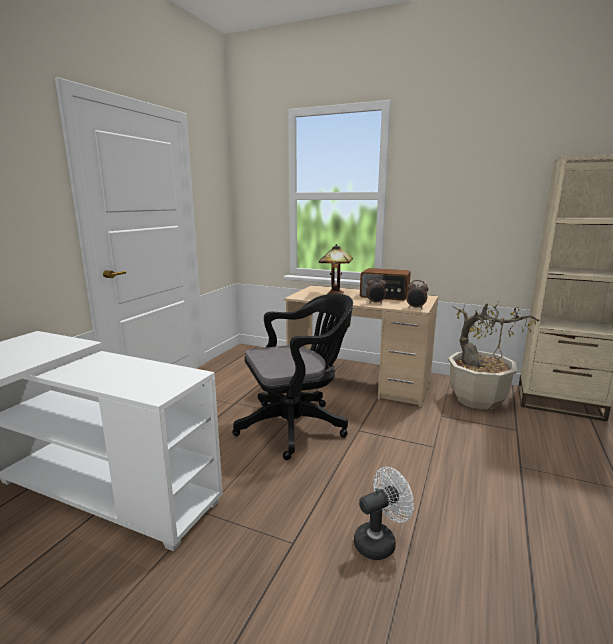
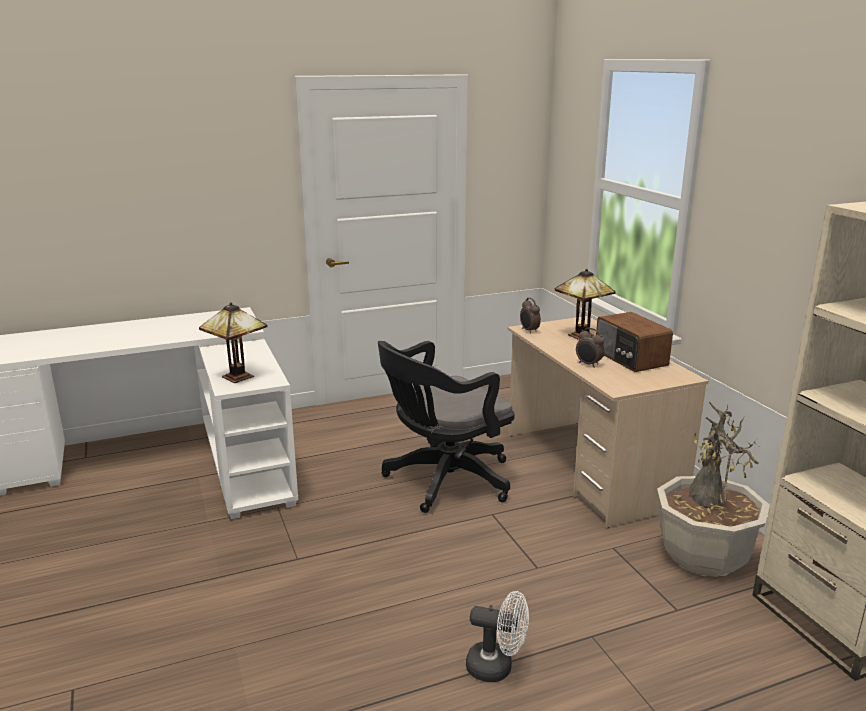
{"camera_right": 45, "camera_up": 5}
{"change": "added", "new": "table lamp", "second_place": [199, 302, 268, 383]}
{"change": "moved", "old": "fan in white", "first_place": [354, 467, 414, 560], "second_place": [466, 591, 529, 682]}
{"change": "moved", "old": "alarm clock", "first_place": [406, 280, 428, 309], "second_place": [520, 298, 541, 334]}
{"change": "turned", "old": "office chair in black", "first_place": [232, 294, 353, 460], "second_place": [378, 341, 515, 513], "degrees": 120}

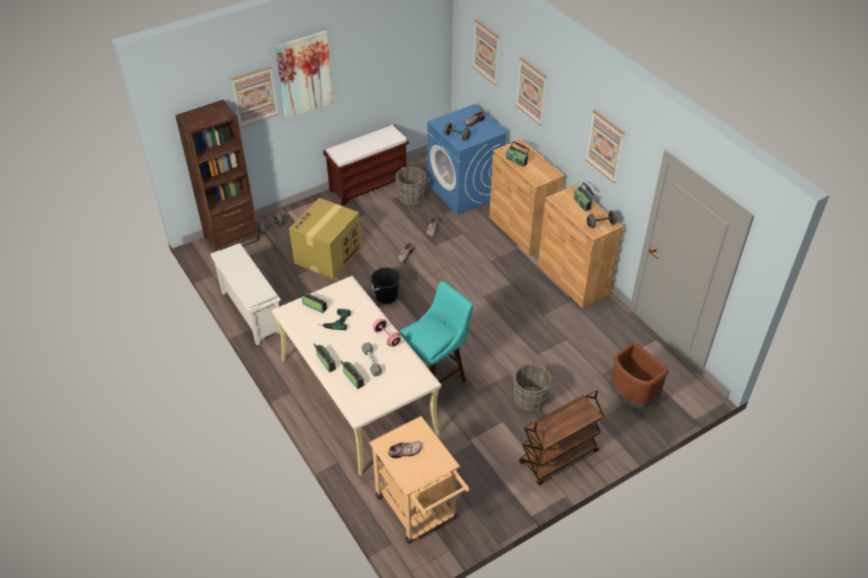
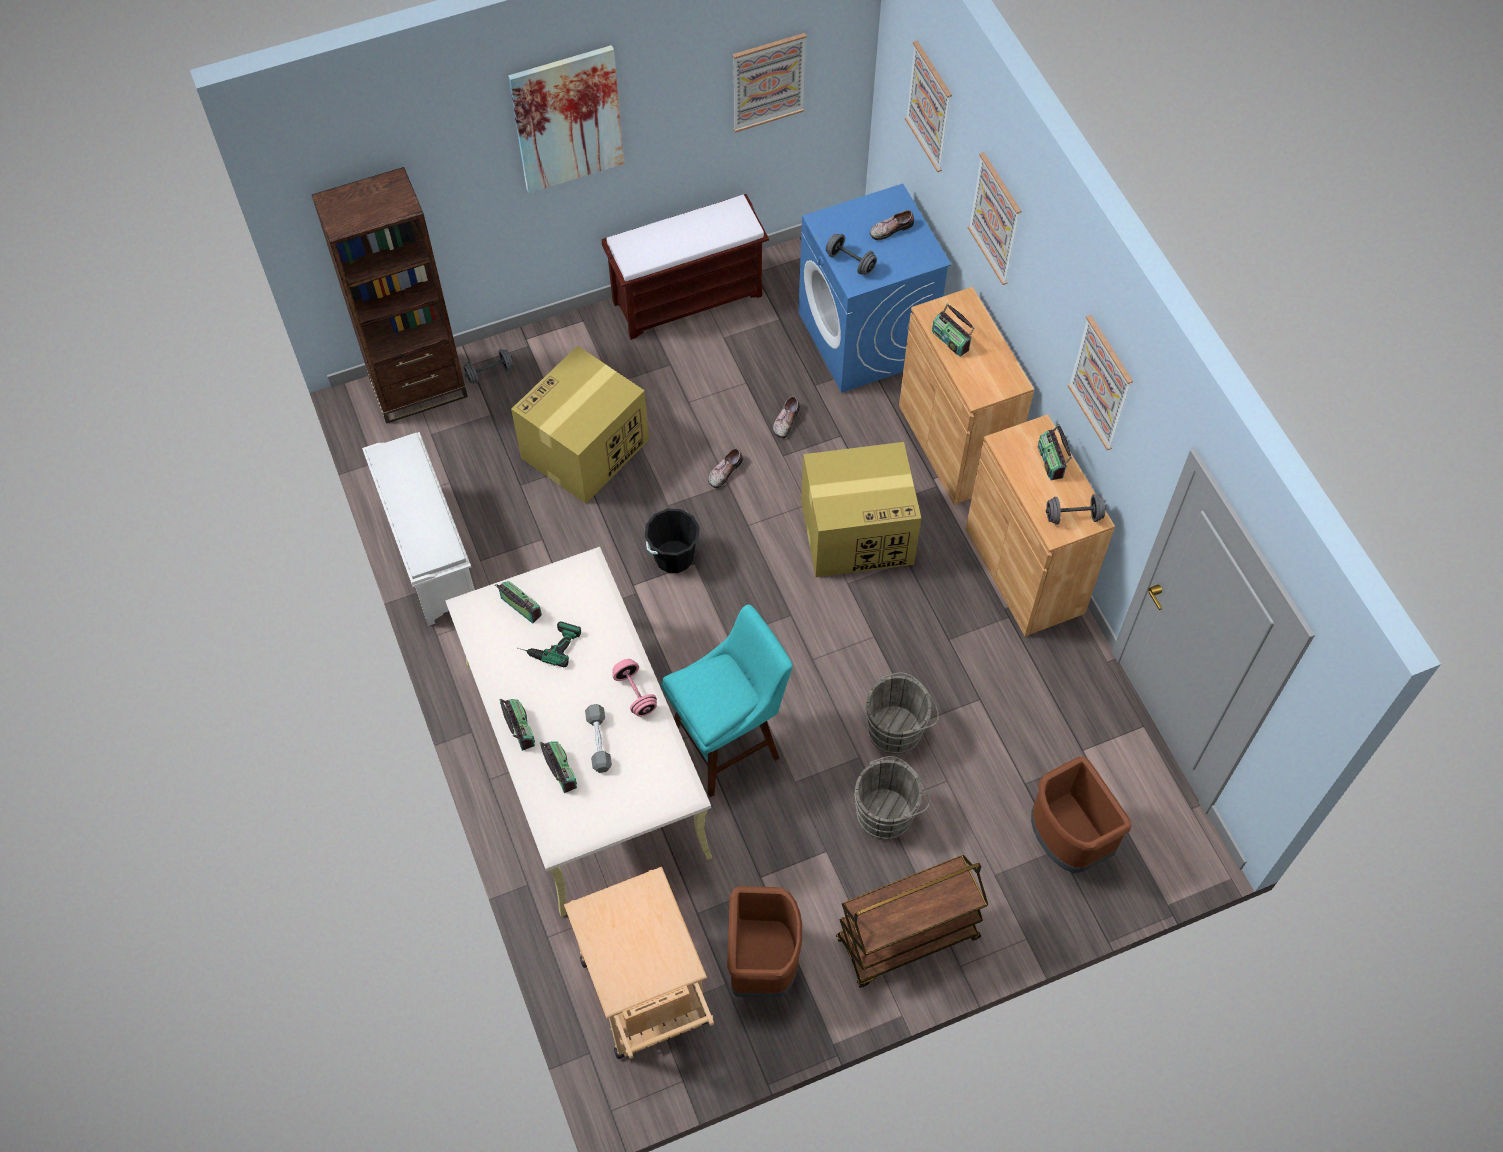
{"camera_right": 10, "camera_up": 15}
{"change": "removed", "old": "shoe", "first_place": [388, 441, 422, 458]}
{"change": "added", "new": "trash can in brown", "second_place": [727, 886, 802, 998]}
{"change": "added", "new": "cardboard box", "second_place": [801, 442, 921, 577]}
{"change": "moved", "old": "picture", "first_place": [231, 66, 278, 127], "second_place": [733, 33, 806, 133]}
{"change": "moved", "old": "bucket in grey", "first_place": [396, 167, 430, 205], "second_place": [866, 672, 939, 754]}

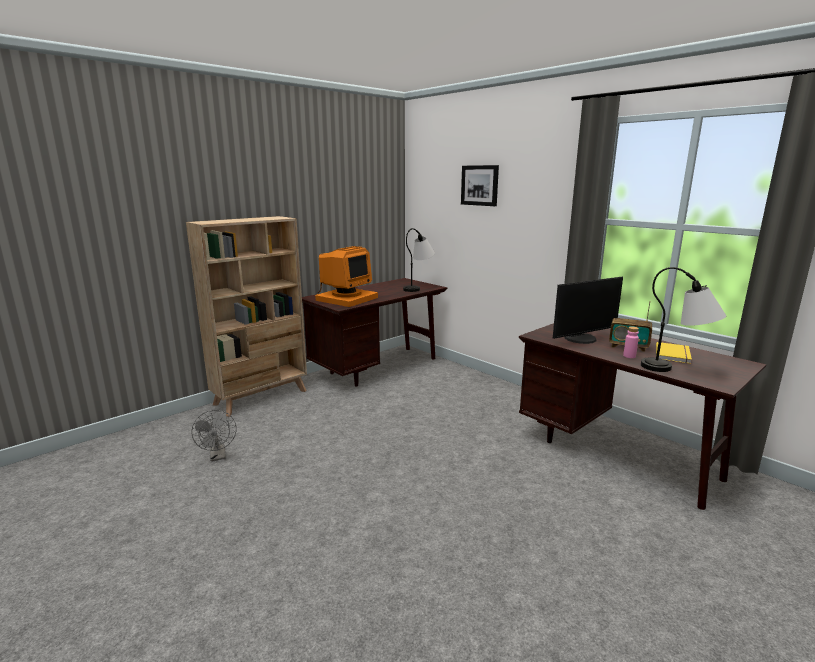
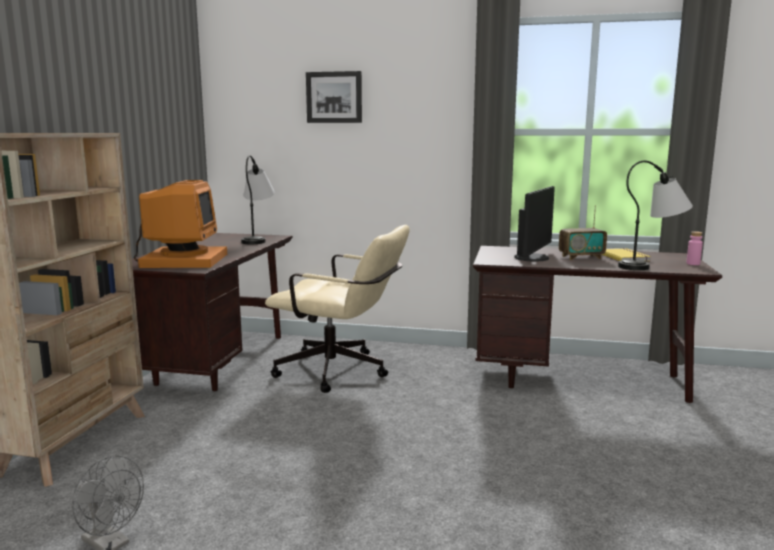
{"camera_right": -35, "camera_up": -5}
{"change": "added", "new": "office chair in beige", "second_place": [265, 225, 410, 393]}
{"change": "moved", "old": "bottle in pink", "first_place": [623, 326, 639, 358], "second_place": [686, 231, 703, 265]}

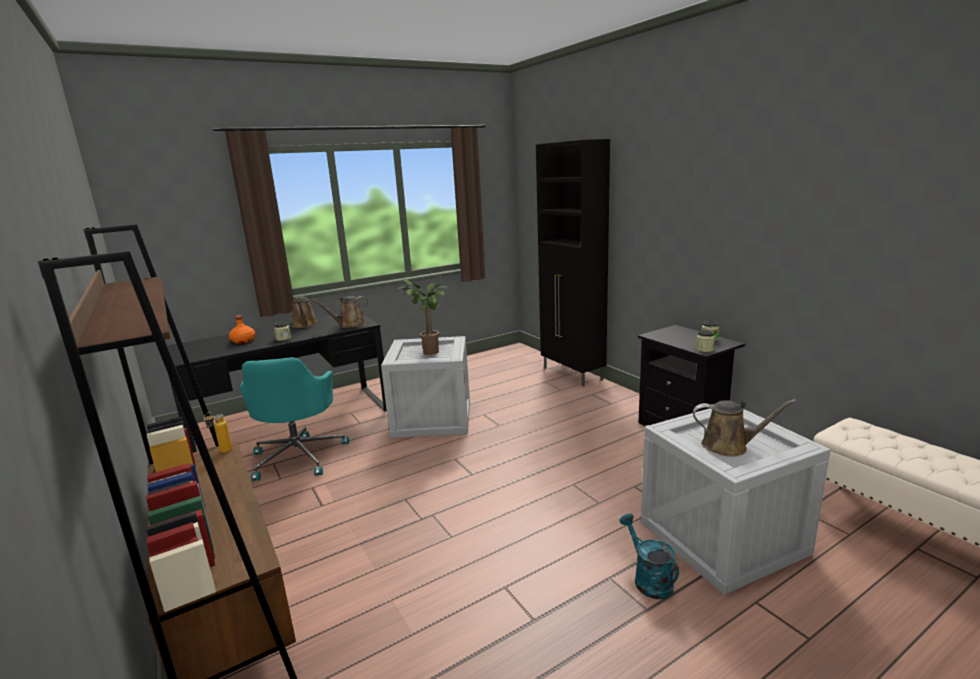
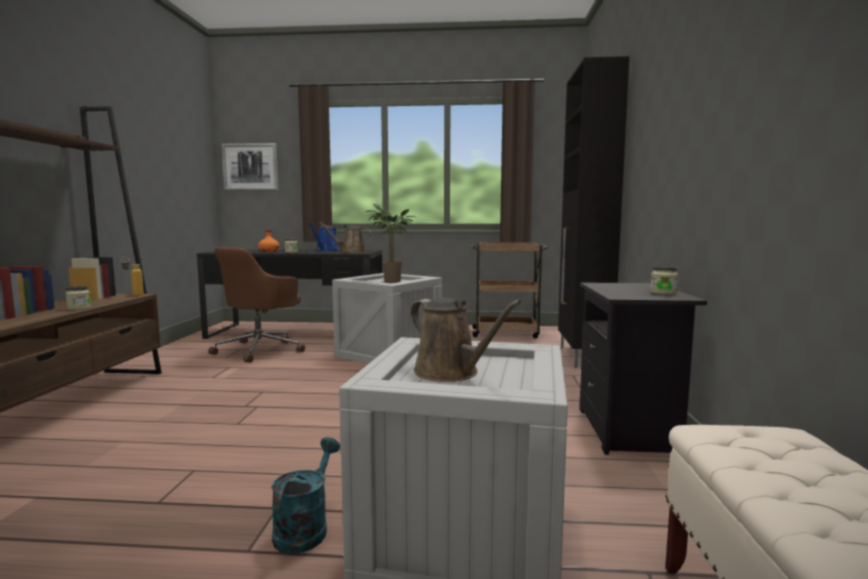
{"camera_right": 35, "camera_up": -10}
{"change": "added", "new": "picture", "second_place": [221, 143, 279, 191]}
{"change": "added", "new": "cart in brown", "second_place": [470, 243, 548, 339]}
{"change": "moved", "old": "jar", "first_place": [696, 330, 715, 352], "second_place": [65, 286, 91, 310]}
{"change": "recoloured", "old": "office chair in turquoise", "new": "office chair in brown", "first_place": [240, 357, 349, 481], "second_place": [208, 247, 305, 363]}
{"change": "recoloured", "old": "watering can in brown", "new": "watering can in blue", "first_place": [292, 296, 318, 328], "second_place": [308, 222, 338, 251]}

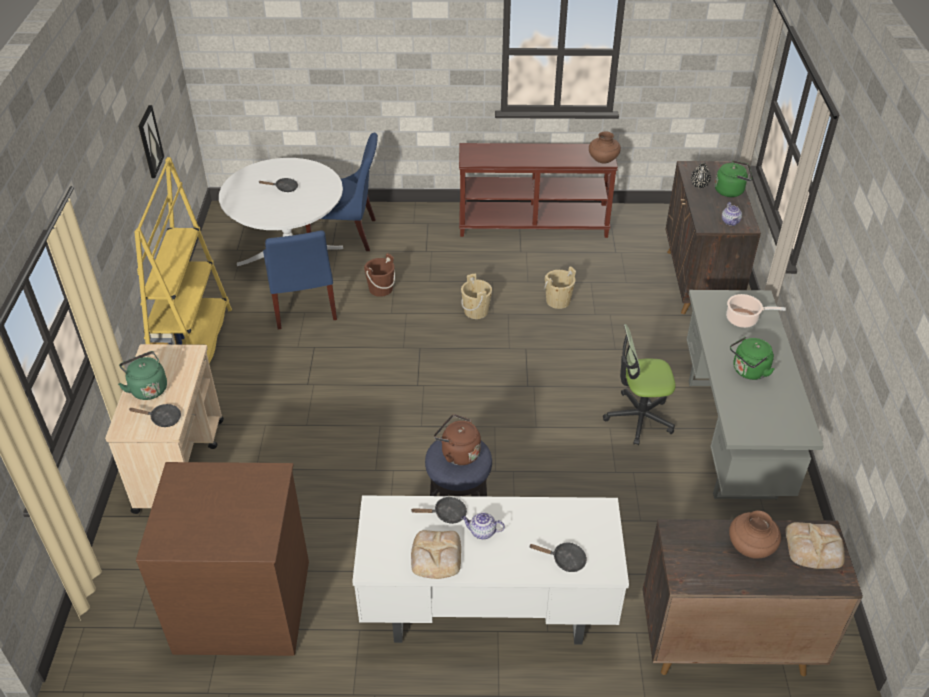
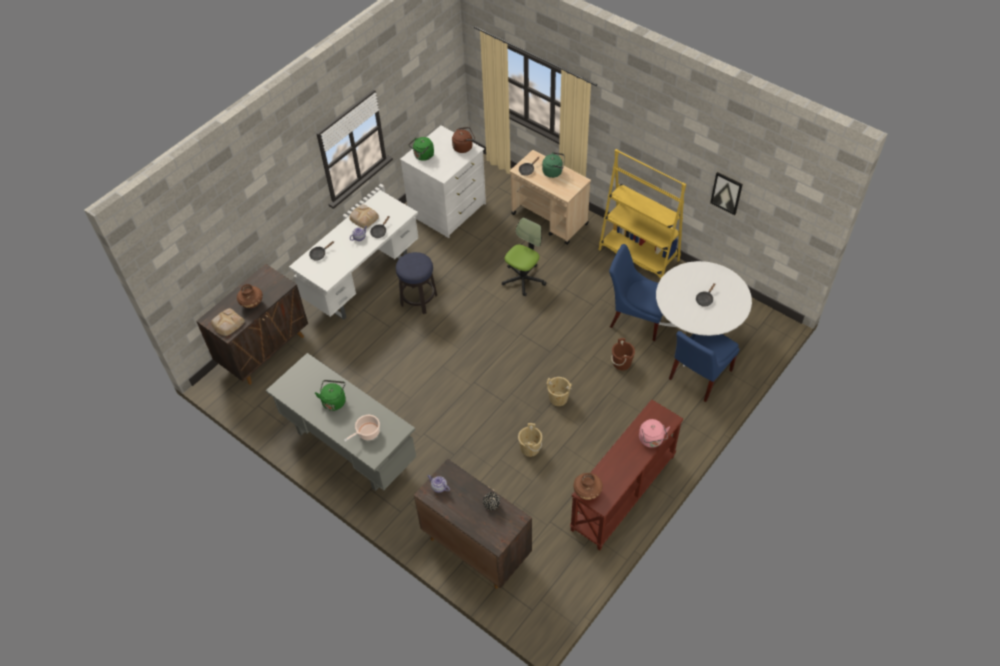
{"camera_right": 130, "camera_up": 10}
{"change": "added", "new": "kettle in pink", "second_place": [639, 419, 670, 448]}
{"change": "moved", "old": "kettle in brown", "first_place": [434, 414, 481, 465], "second_place": [452, 127, 475, 153]}
{"change": "moved", "old": "office chair", "first_place": [603, 324, 676, 445], "second_place": [502, 218, 546, 296]}
{"change": "moved", "old": "kettle in green", "first_place": [715, 160, 752, 197], "second_place": [409, 137, 434, 161]}
{"change": "recoloured", "old": "dresser in brown", "new": "dresser in white", "first_place": [136, 462, 309, 656], "second_place": [400, 125, 486, 238]}

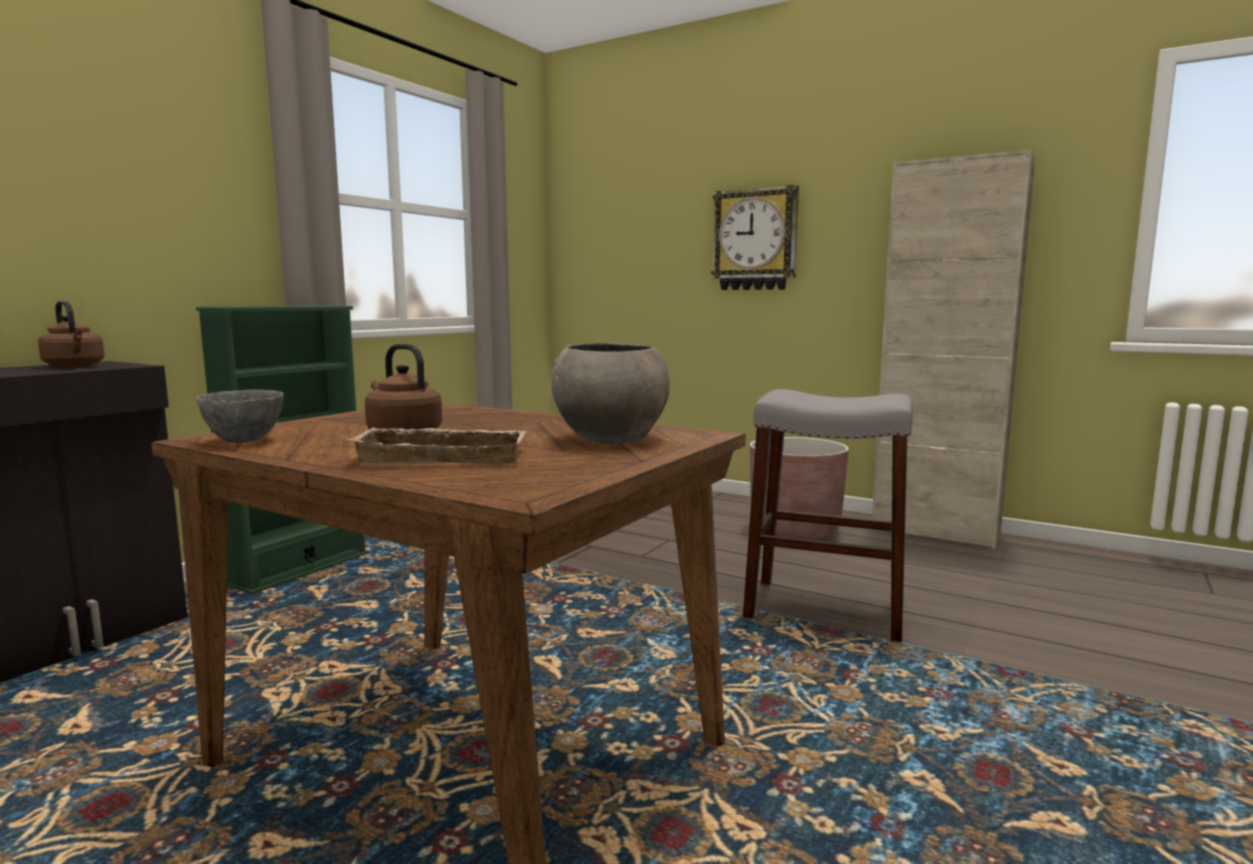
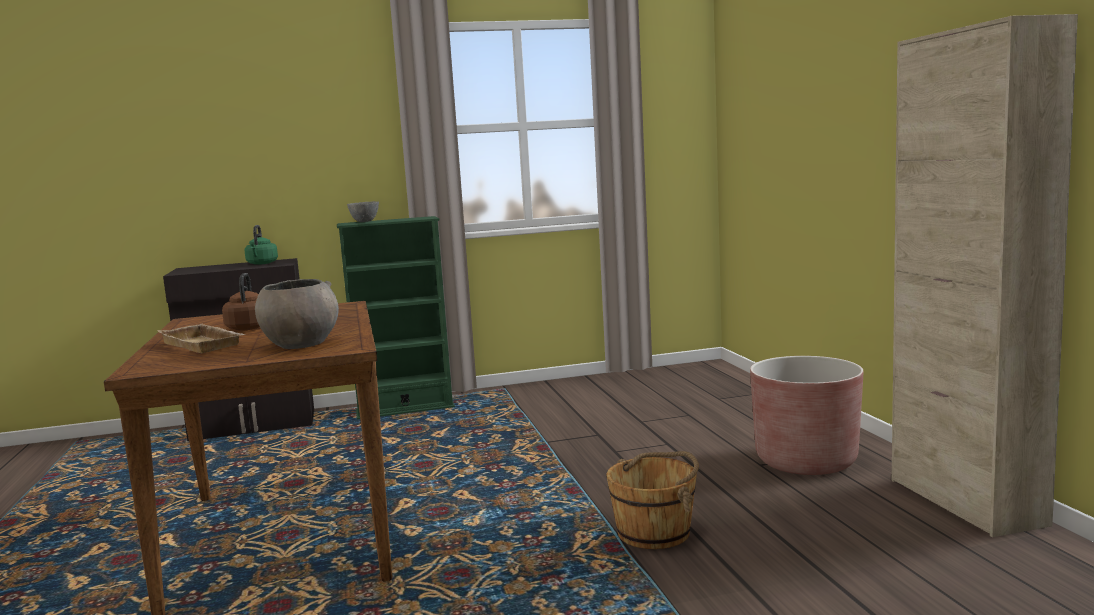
{"camera_right": 45, "camera_up": 0}
{"change": "removed", "old": "wall clock", "first_place": [711, 185, 799, 290]}
{"change": "moved", "old": "bowl in grey", "first_place": [196, 390, 284, 443], "second_place": [347, 201, 379, 222]}
{"change": "replaced", "old": "stool in grey", "new": "bucket in brown", "first_place": [743, 389, 913, 642], "second_place": [607, 451, 699, 549]}
{"change": "recoloured", "old": "kettle in brown", "new": "kettle in green", "first_place": [38, 300, 105, 367], "second_place": [244, 225, 278, 265]}

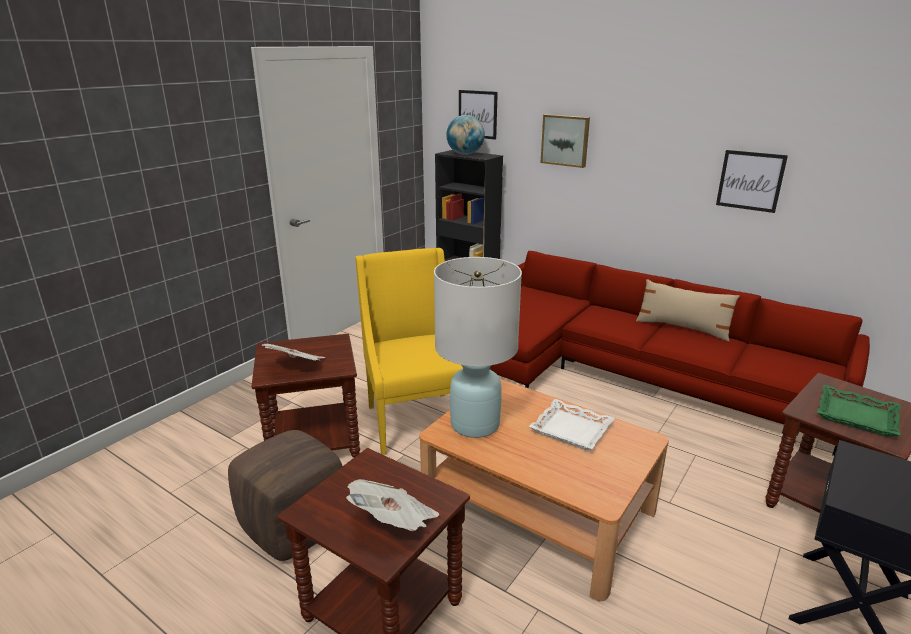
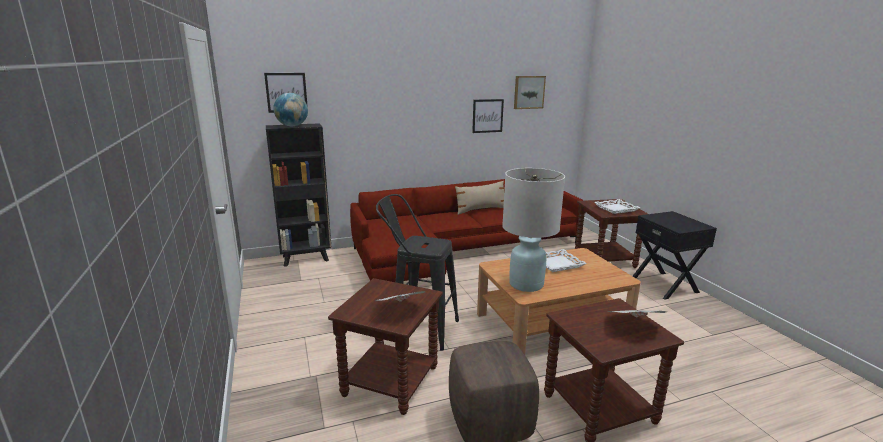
{"camera_right": -55, "camera_up": -5}
{"change": "moved", "old": "picture", "first_place": [541, 114, 590, 168], "second_place": [514, 76, 546, 109]}
{"change": "replaced", "old": "armchair in yellow", "new": "stool in black", "first_place": [355, 248, 463, 455], "second_place": [376, 194, 459, 351]}
{"change": "recoloured", "old": "tray in green", "new": "tray in white", "first_place": [817, 385, 901, 437], "second_place": [594, 199, 640, 214]}

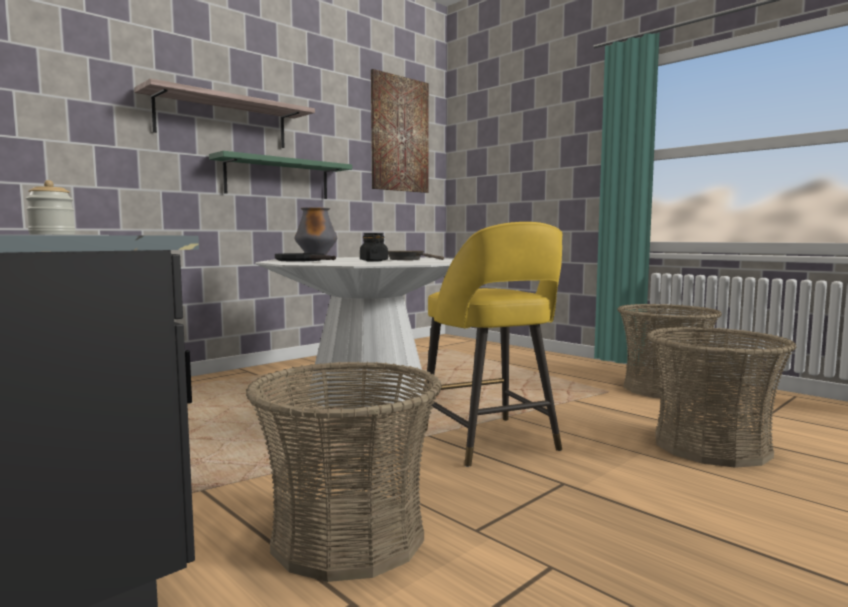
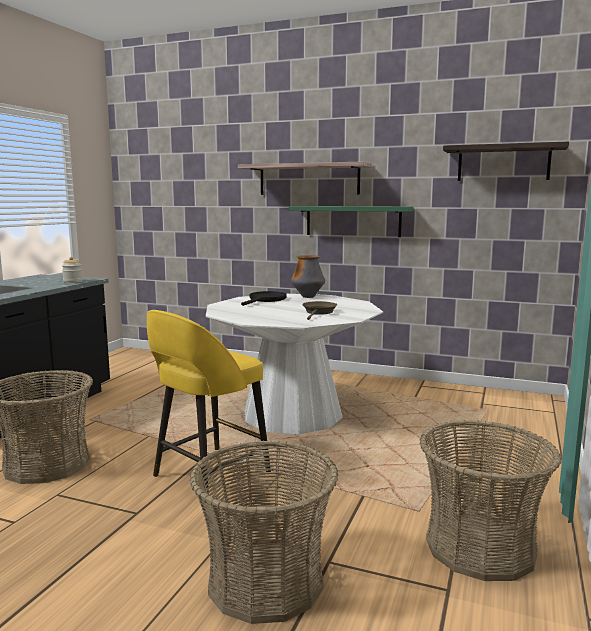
{"camera_right": 65, "camera_up": 5}
{"change": "removed", "old": "jar in black", "first_place": [360, 233, 388, 262]}
{"change": "replaced", "old": "picture", "new": "shelf", "first_place": [371, 69, 429, 193], "second_place": [443, 141, 569, 181]}

